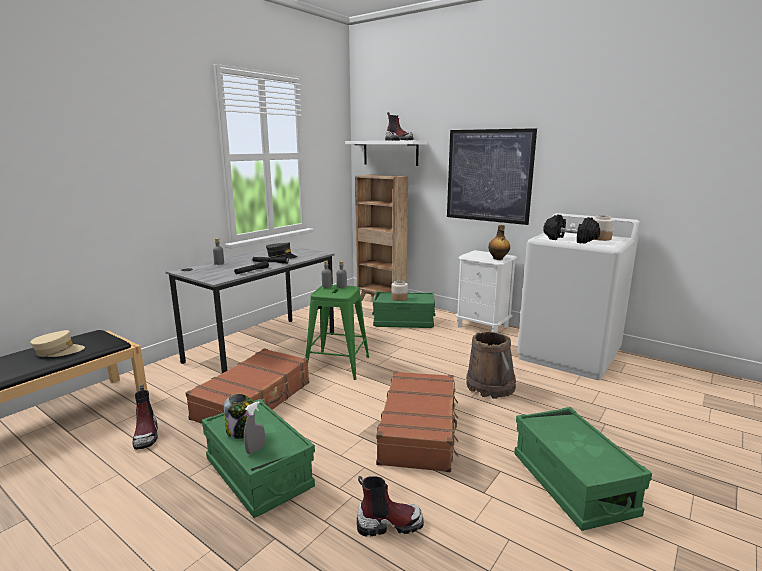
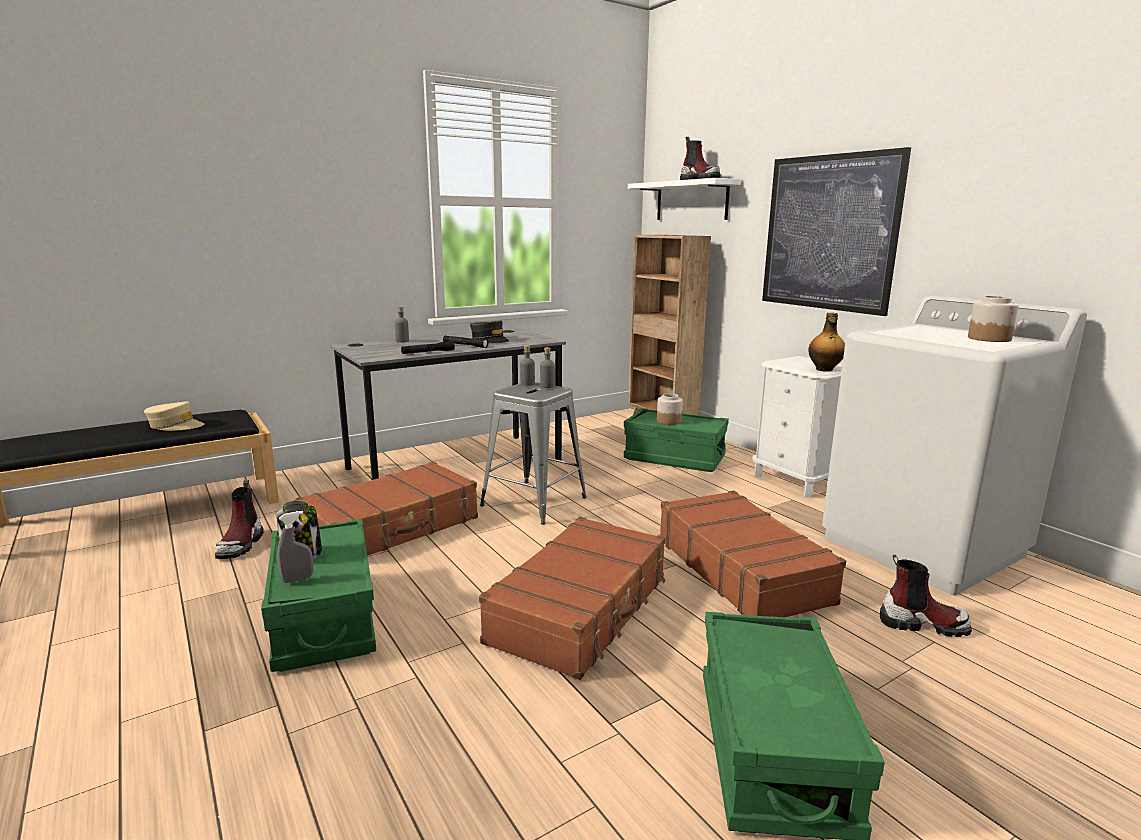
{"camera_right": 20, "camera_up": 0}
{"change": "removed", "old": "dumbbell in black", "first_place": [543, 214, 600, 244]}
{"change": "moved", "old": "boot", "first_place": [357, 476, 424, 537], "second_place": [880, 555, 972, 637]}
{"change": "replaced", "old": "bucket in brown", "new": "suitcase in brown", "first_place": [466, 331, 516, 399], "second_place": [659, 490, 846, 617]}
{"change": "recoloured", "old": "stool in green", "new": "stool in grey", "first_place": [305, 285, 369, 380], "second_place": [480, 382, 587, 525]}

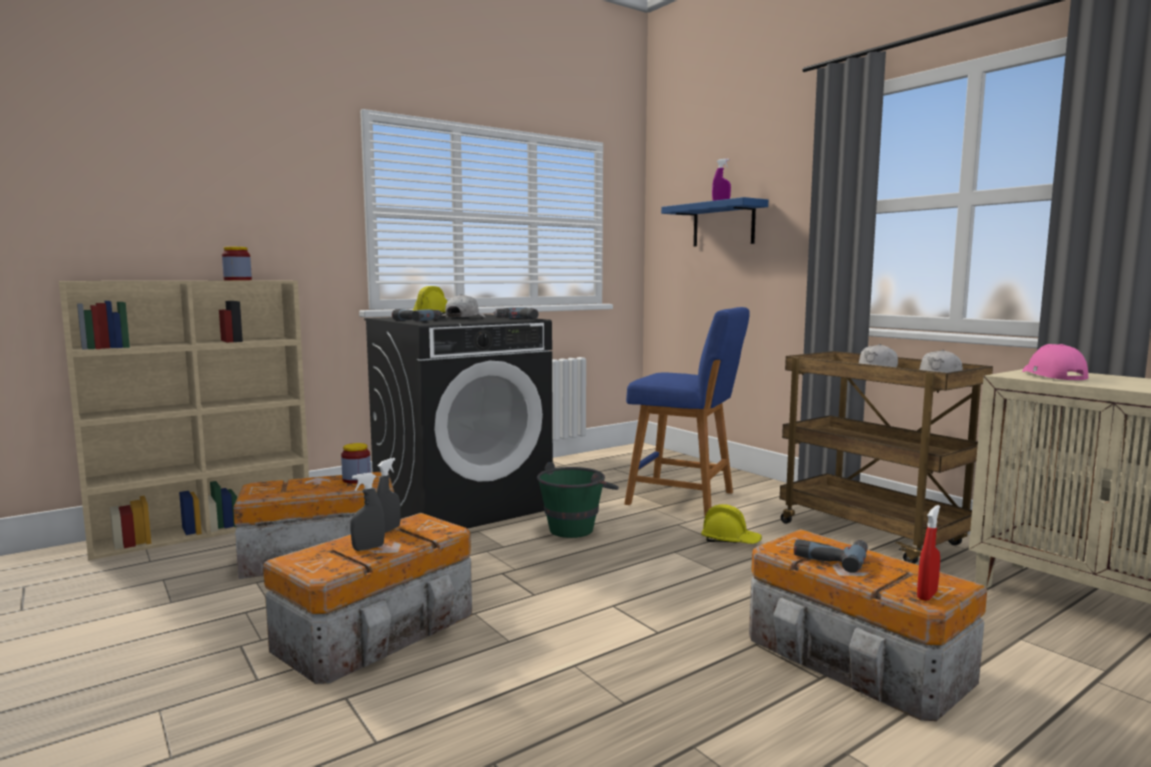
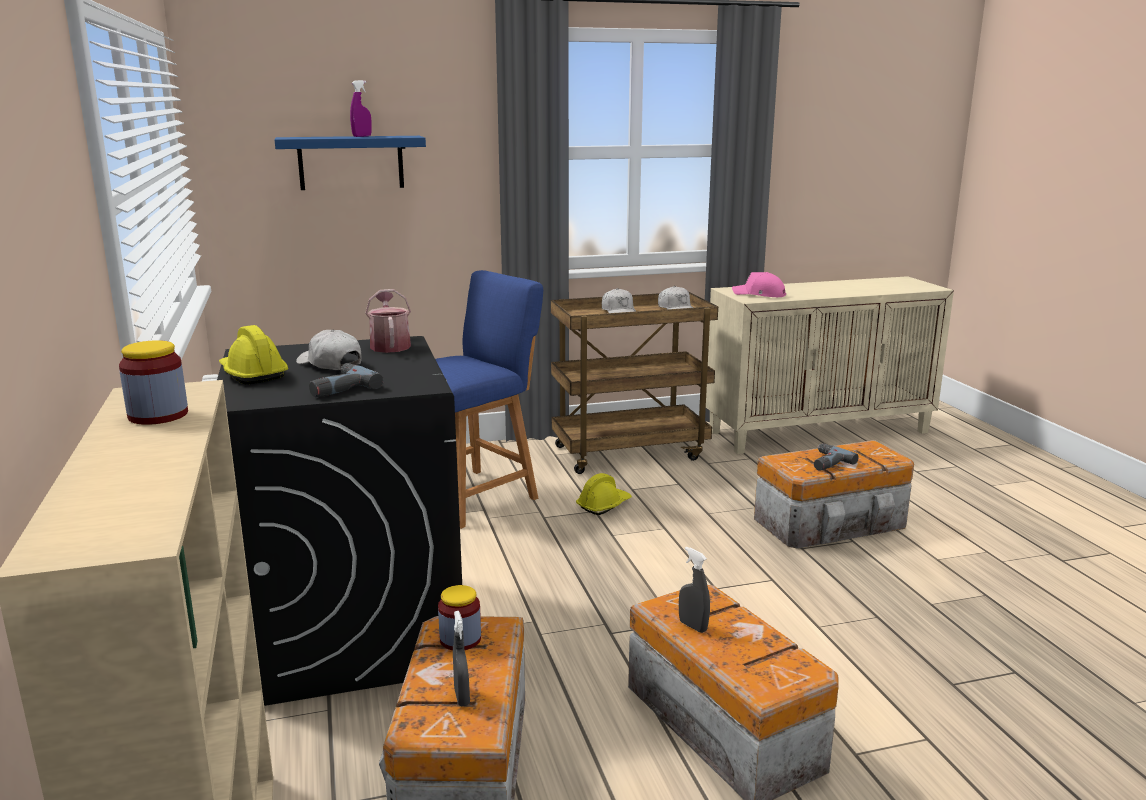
{"camera_right": -70, "camera_up": 10}
{"change": "removed", "old": "bucket in green", "first_place": [537, 462, 619, 538]}
{"change": "removed", "old": "spray bottle in red", "first_place": [917, 505, 940, 601]}
{"change": "moved", "old": "spray bottle in grey", "first_place": [350, 473, 385, 551], "second_place": [453, 611, 470, 706]}
{"change": "replaced", "old": "power drill", "new": "watering can", "first_place": [493, 307, 539, 319], "second_place": [365, 289, 411, 353]}

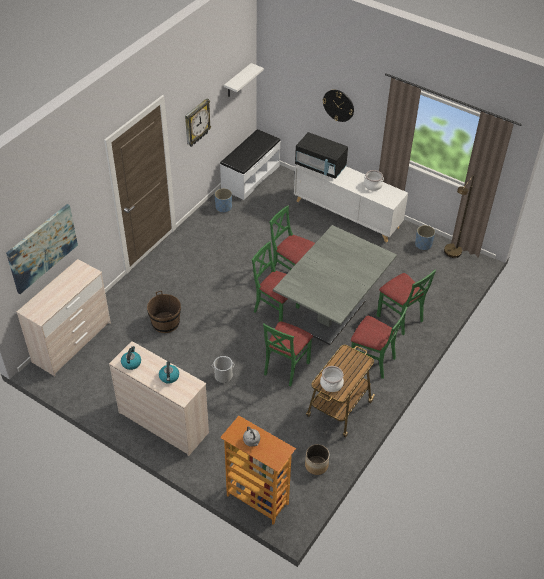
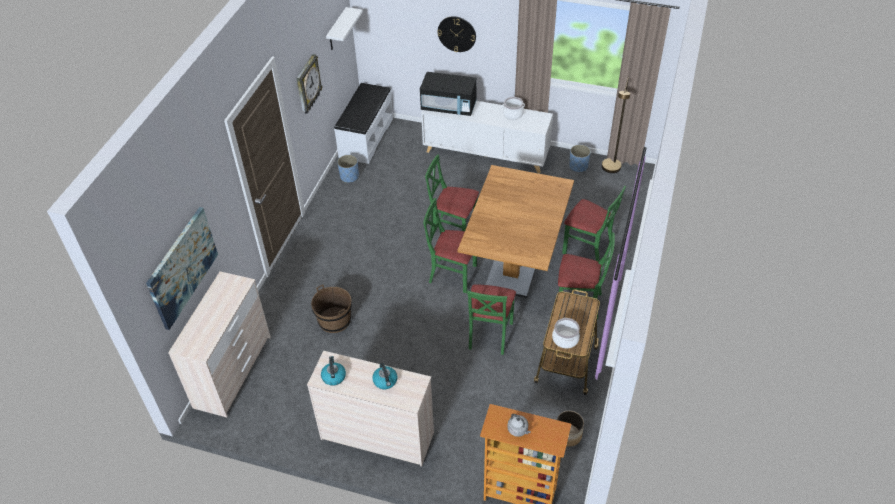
{"camera_right": -15, "camera_up": 0}
{"change": "removed", "old": "bucket", "first_place": [212, 356, 234, 383]}
{"change": "recoloured", "old": "dining table in grey", "new": "dining table in brown", "first_place": [273, 225, 397, 345], "second_place": [457, 165, 574, 298]}

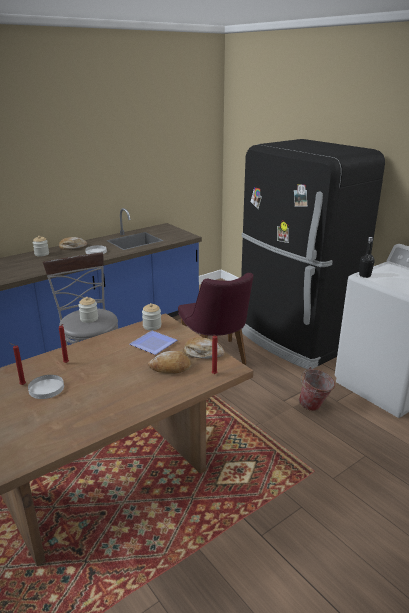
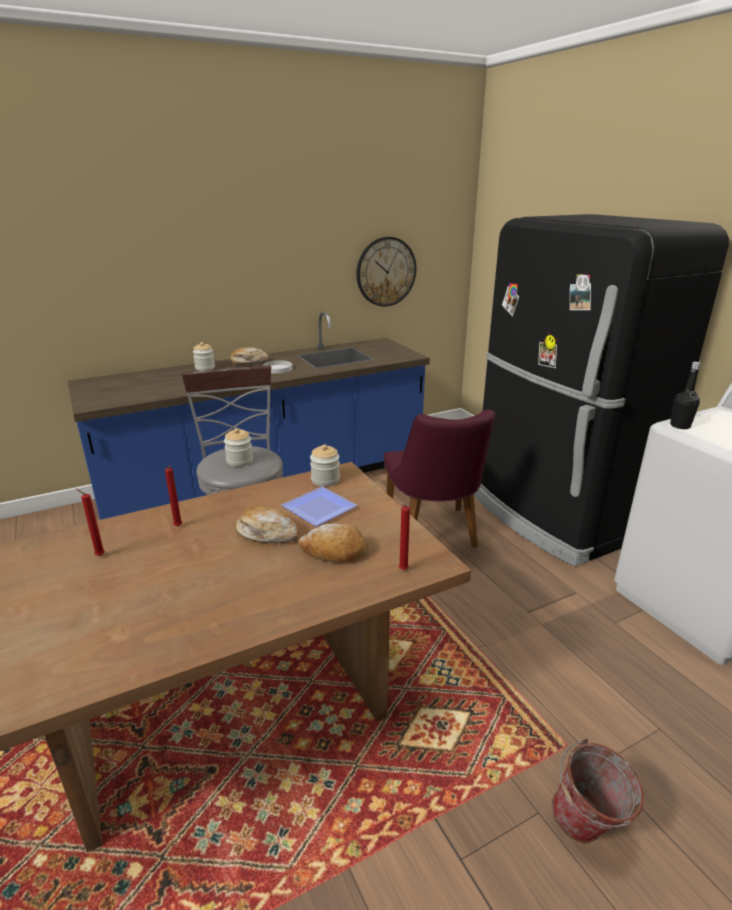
{"camera_right": 10, "camera_up": 0}
{"change": "removed", "old": "plate in white", "first_place": [28, 375, 64, 399]}
{"change": "added", "new": "wall clock", "second_place": [356, 237, 416, 307]}
{"change": "moved", "old": "bread", "first_place": [184, 337, 224, 359], "second_place": [236, 506, 298, 543]}
{"change": "moved", "old": "bucket", "first_place": [299, 367, 335, 411], "second_place": [552, 739, 644, 843]}

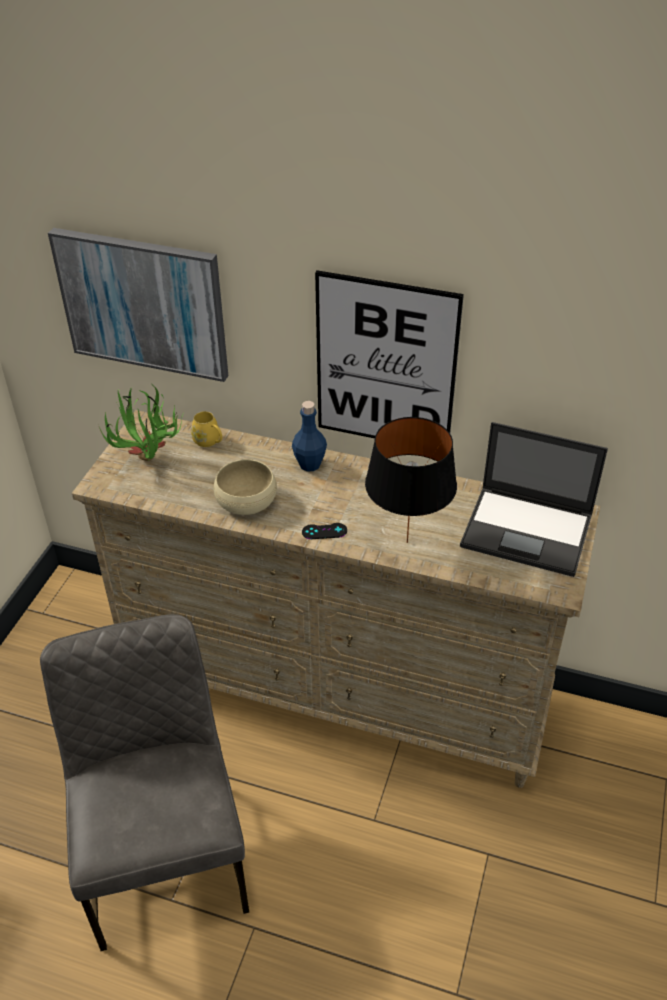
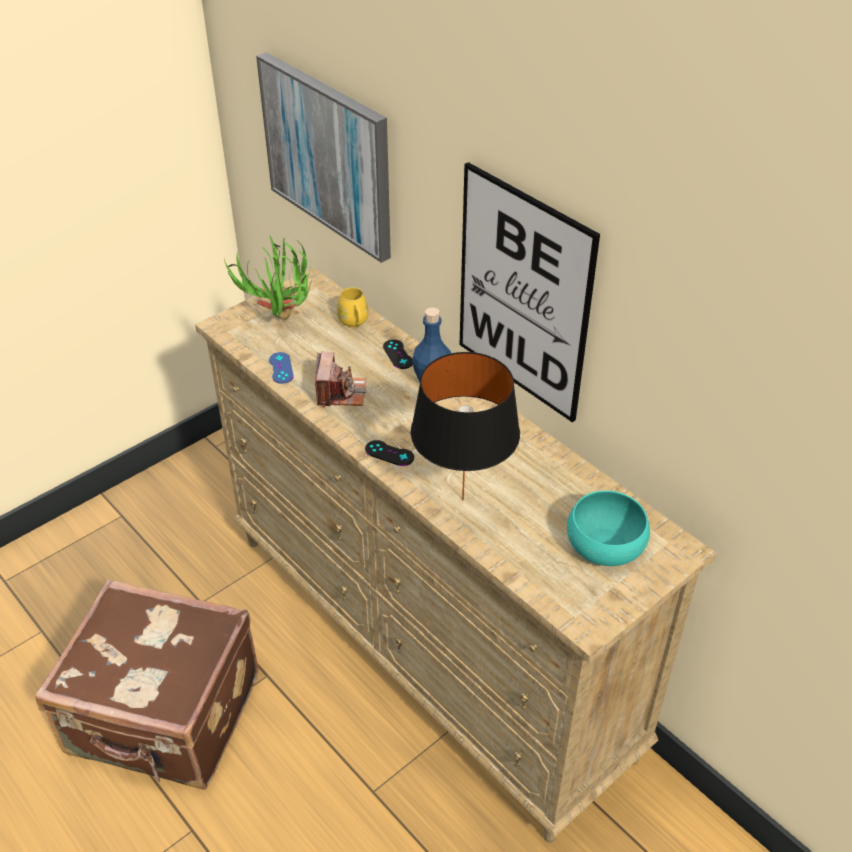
{"camera_right": 30, "camera_up": 0}
{"change": "added", "new": "game controller in blue", "second_place": [269, 352, 294, 384]}
{"change": "added", "new": "game controller in black", "second_place": [383, 339, 413, 369]}
{"change": "replaced", "old": "chair in grey", "new": "suitcase in brown", "first_place": [40, 614, 249, 951], "second_place": [35, 579, 259, 790]}
{"change": "replaced", "old": "bowl in beige", "new": "photo camera", "first_place": [214, 459, 277, 515], "second_place": [315, 352, 366, 408]}
{"change": "replaced", "old": "laptop", "new": "bowl in turquoise", "first_place": [460, 422, 608, 577], "second_place": [567, 491, 650, 566]}

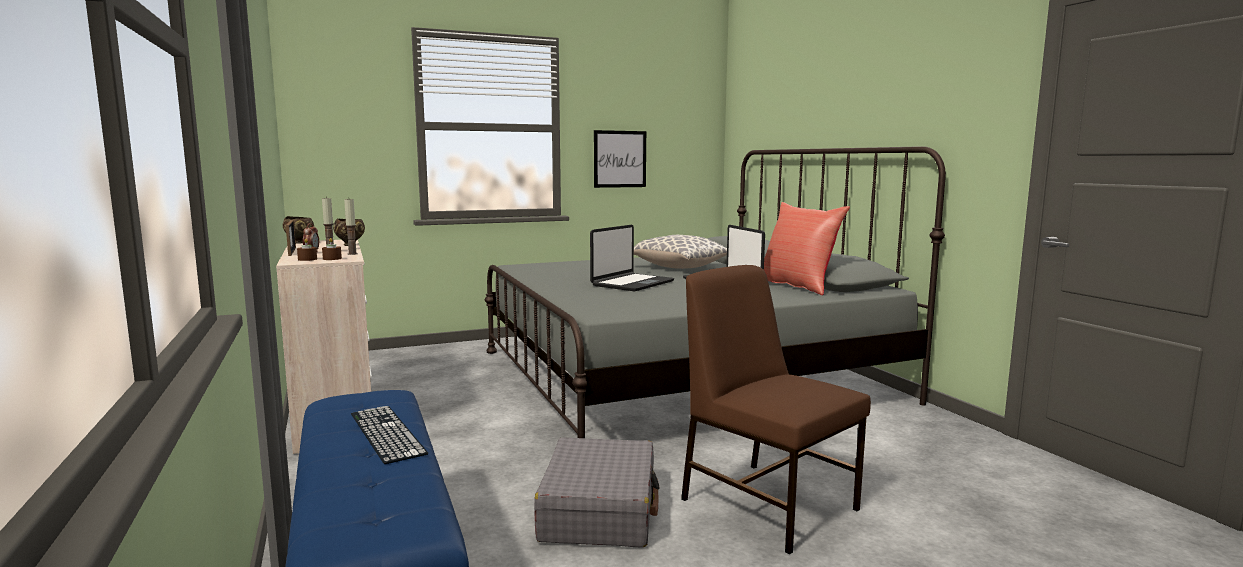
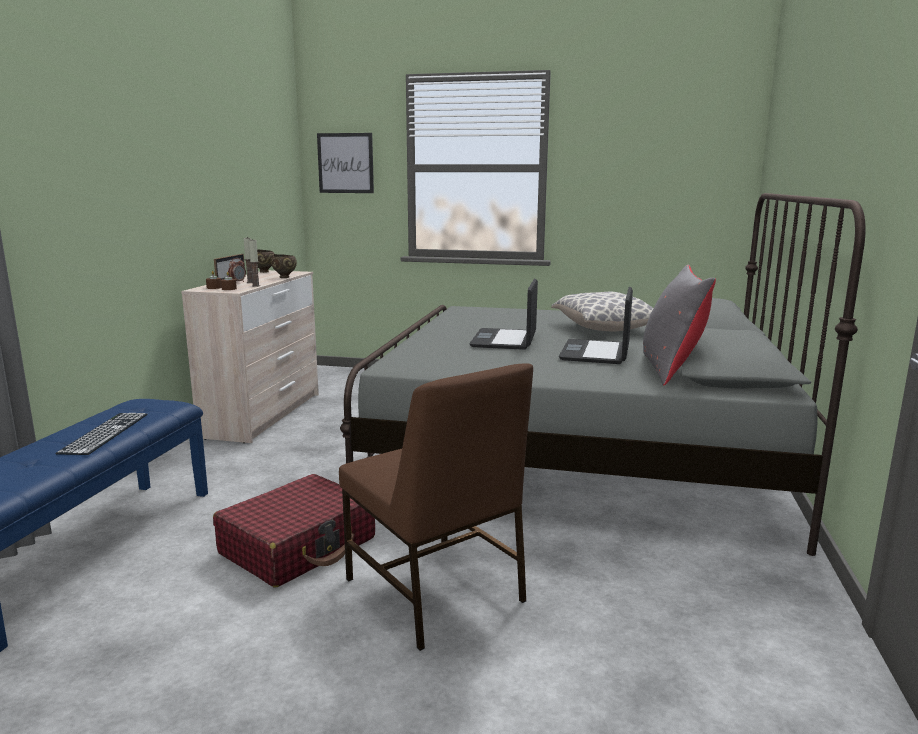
{"camera_right": 35, "camera_up": 5}
{"change": "moved", "old": "picture", "first_place": [594, 130, 646, 188], "second_place": [317, 133, 374, 193]}
{"change": "recoloured", "old": "suitcase in grey", "new": "suitcase in red", "first_place": [534, 437, 660, 548], "second_place": [213, 474, 375, 588]}
{"change": "recoloured", "old": "pillow in red", "new": "pillow in grey", "first_place": [764, 202, 850, 295], "second_place": [643, 265, 716, 385]}
{"change": "turned", "old": "laptop", "first_place": [590, 225, 674, 292], "second_place": [469, 278, 538, 350], "degrees": 120}
{"change": "turned", "old": "chair in brown", "first_place": [681, 265, 871, 554], "second_place": [339, 363, 533, 651], "degrees": 150}

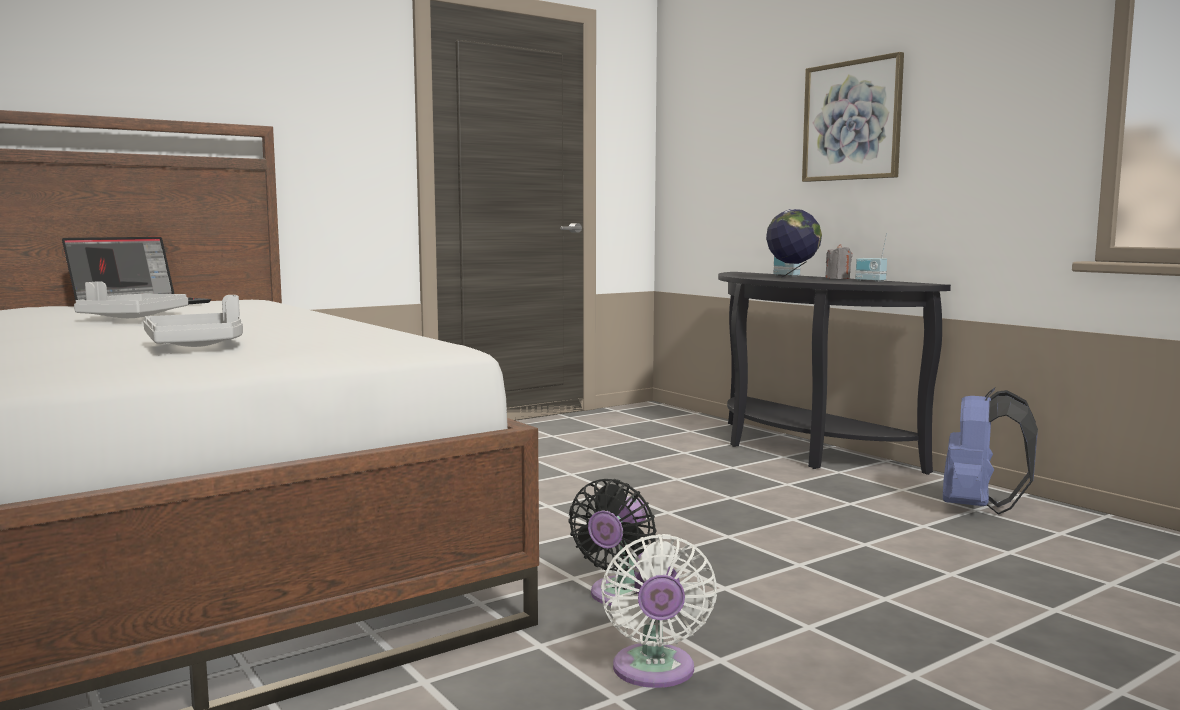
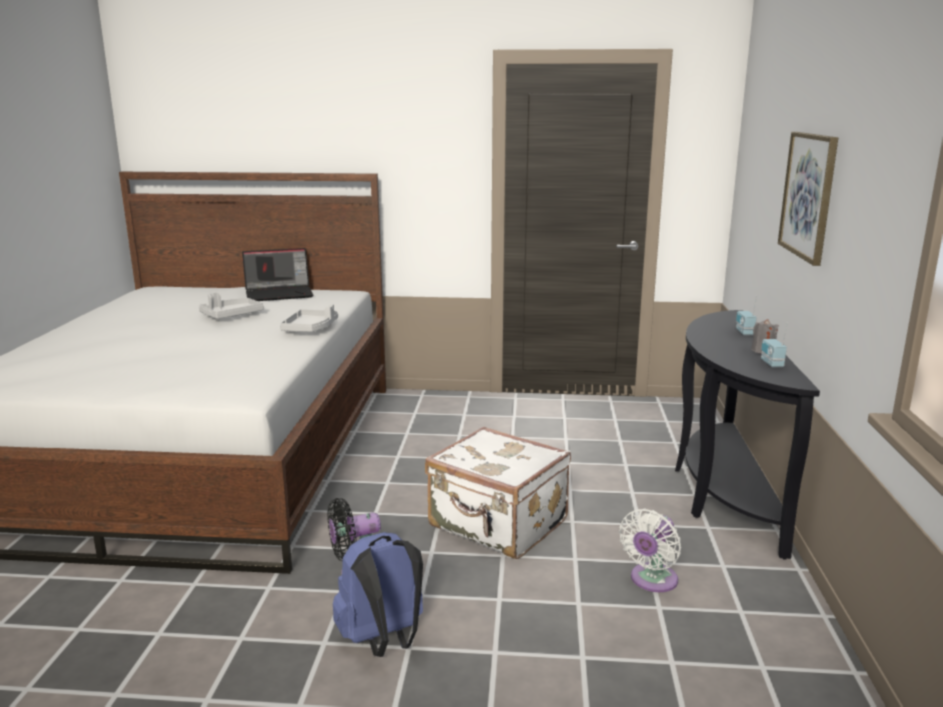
{"camera_right": 40, "camera_up": 10}
{"change": "removed", "old": "globe", "first_place": [766, 209, 822, 280]}
{"change": "added", "new": "suitcase in white", "second_place": [425, 426, 571, 559]}
{"change": "moved", "old": "tray in grey", "first_place": [143, 295, 243, 347], "second_place": [280, 304, 338, 332]}
{"change": "moved", "old": "fan in white", "first_place": [601, 534, 717, 688], "second_place": [619, 509, 681, 592]}
{"change": "moved", "old": "backpack in blue", "first_place": [943, 388, 1038, 515], "second_place": [333, 532, 423, 657]}

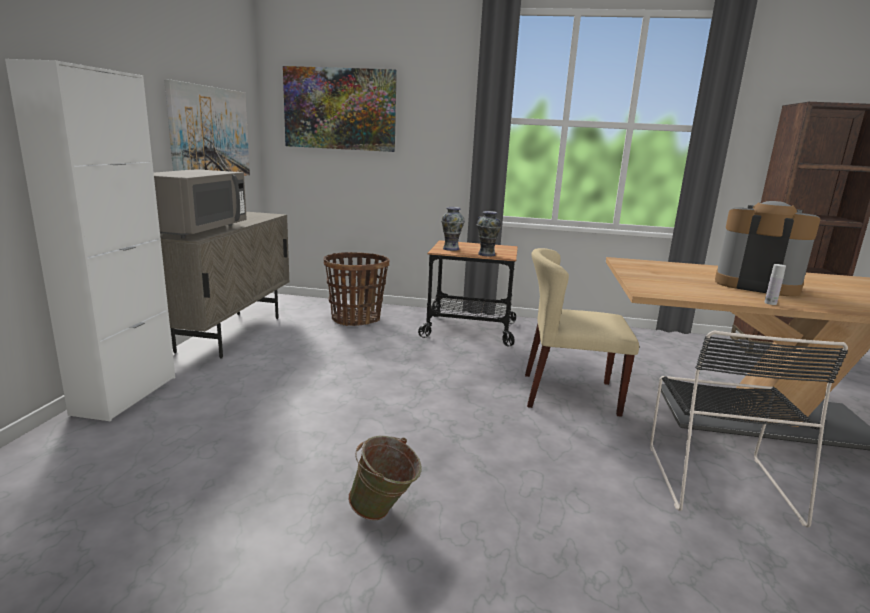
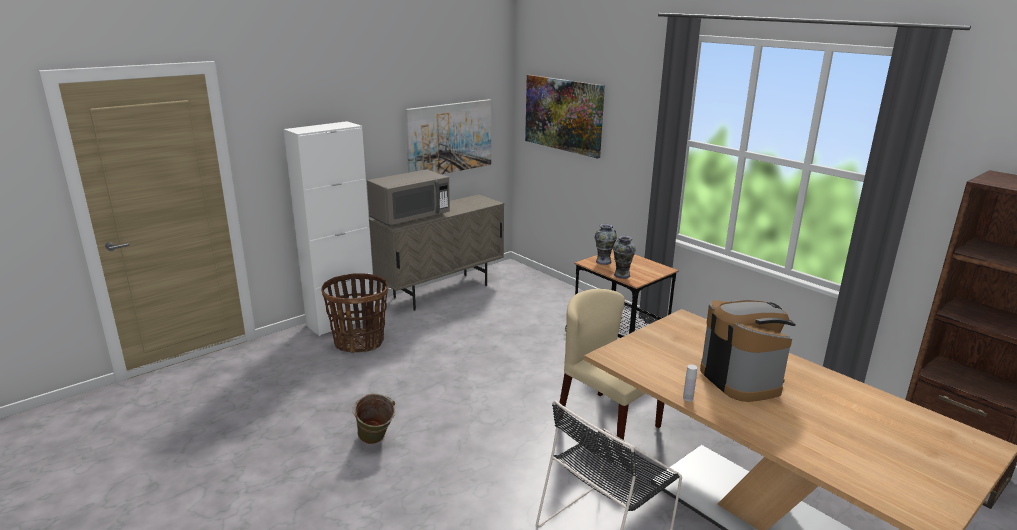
{"camera_right": 40, "camera_up": 5}
{"change": "moved", "old": "basket", "first_place": [323, 252, 390, 326], "second_place": [321, 273, 388, 353]}

